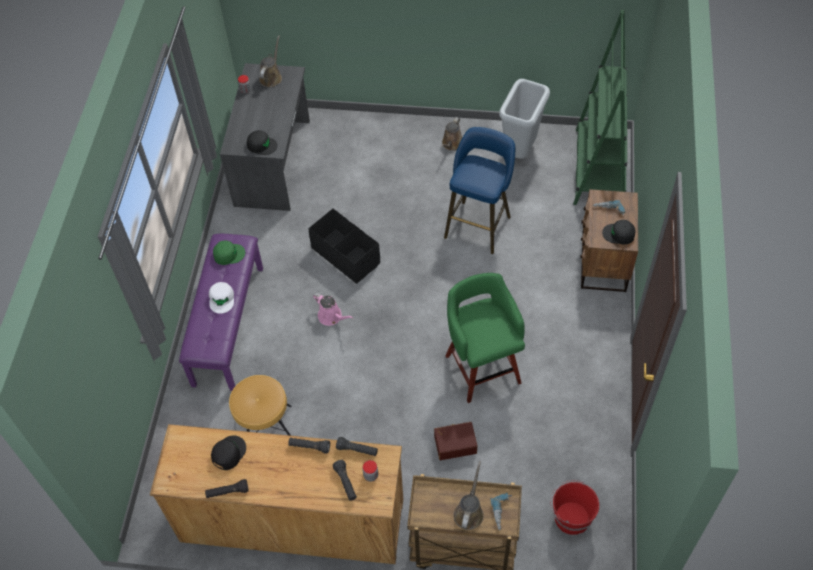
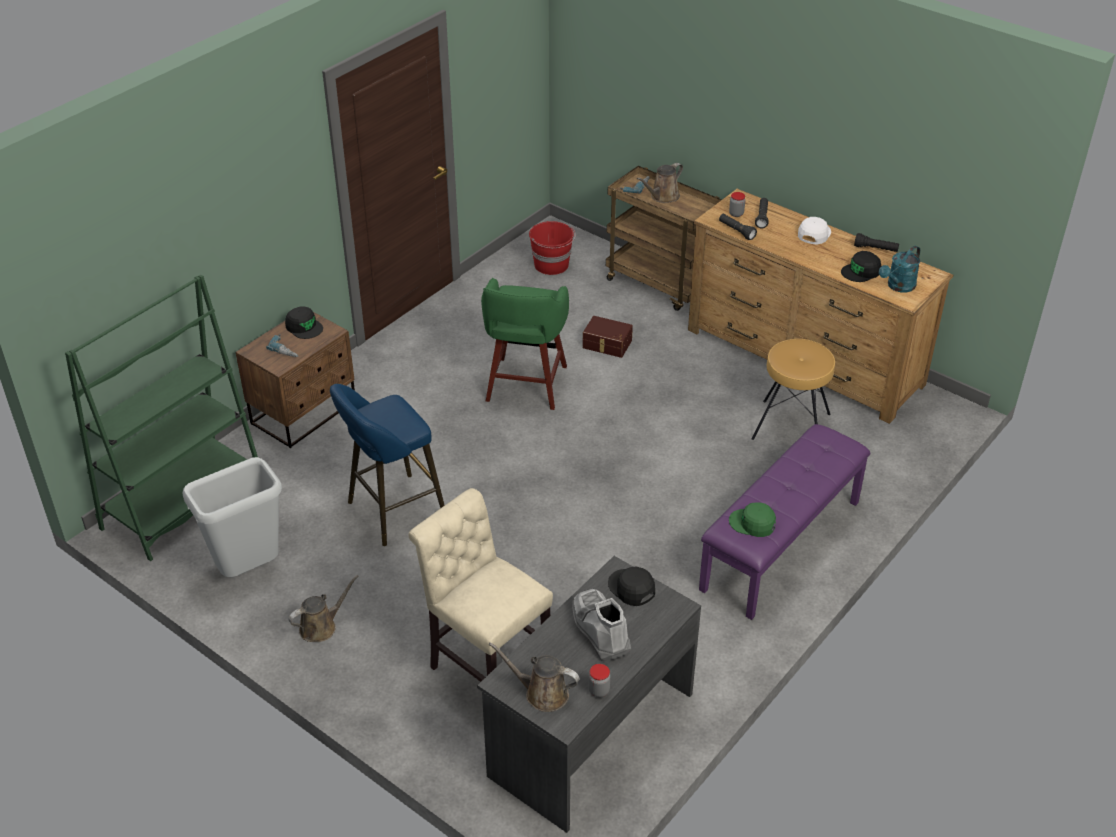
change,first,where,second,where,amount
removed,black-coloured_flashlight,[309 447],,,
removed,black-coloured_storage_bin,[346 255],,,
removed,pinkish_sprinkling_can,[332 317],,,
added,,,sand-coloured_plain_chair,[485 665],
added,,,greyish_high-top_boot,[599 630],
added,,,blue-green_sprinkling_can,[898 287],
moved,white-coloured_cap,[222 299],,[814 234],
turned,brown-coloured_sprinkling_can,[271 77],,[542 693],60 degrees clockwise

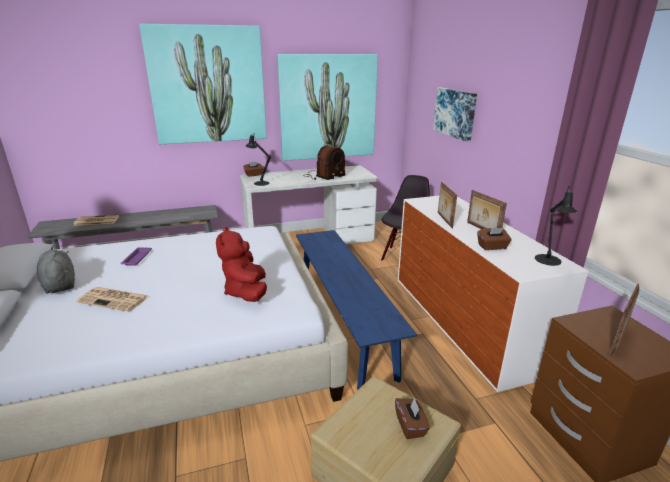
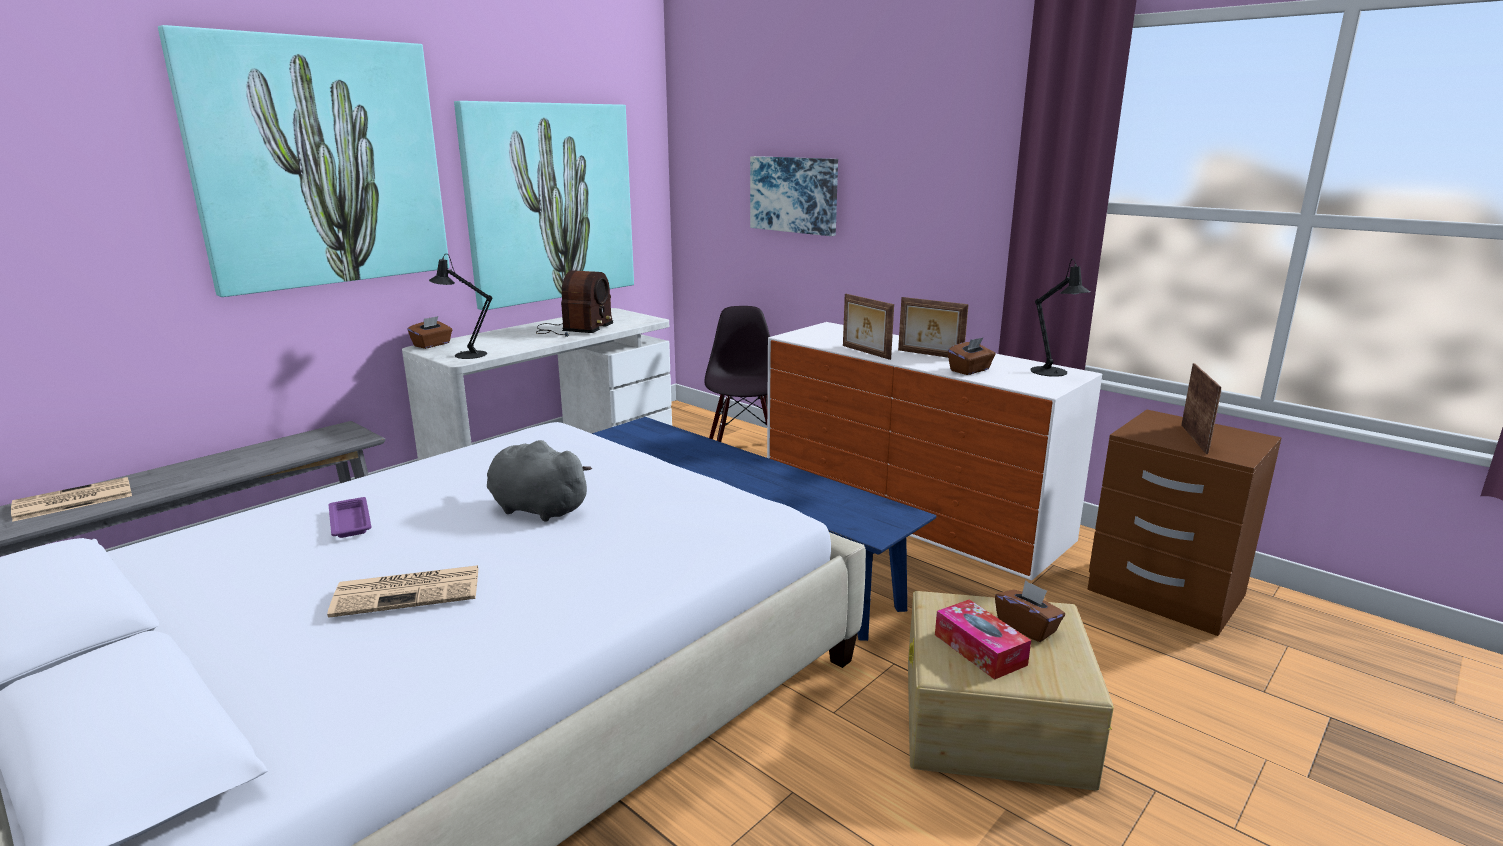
change,first,where,second,where,amount
removed,reddish_soft_toy,[246 292],,,
added,,,tissue_holder,[980 649],
moved,greyish_soft_toy,[59 284],,[535 508],

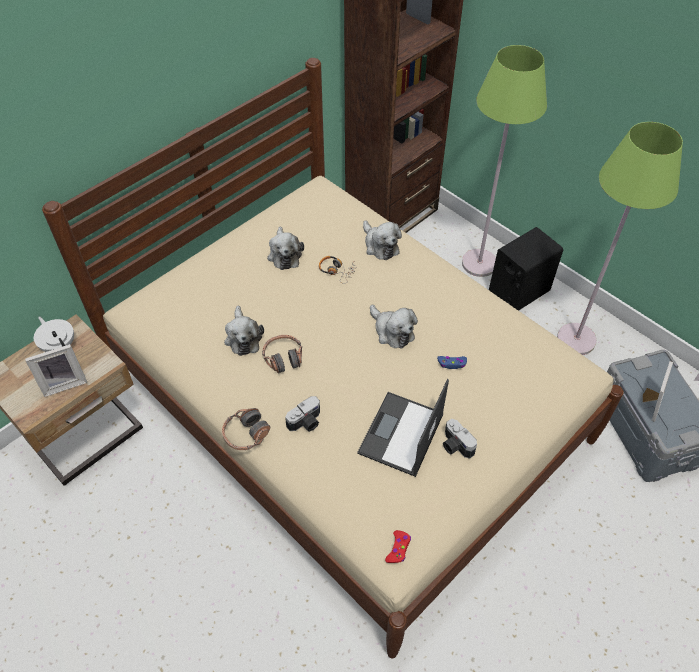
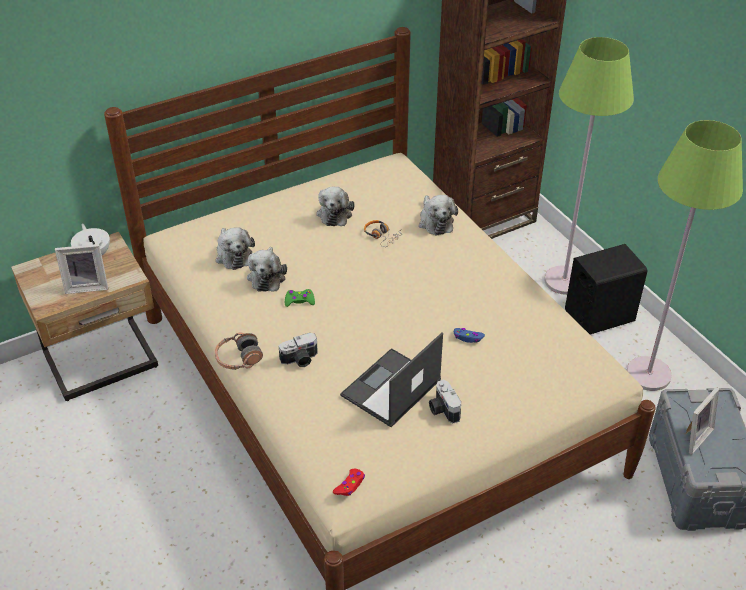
change,first,where,second,where,amount
moved,soft_toy,[392 331],,[233 255],
replaced,pair_of_headphones,[283 358],green_joypad,[299 301],

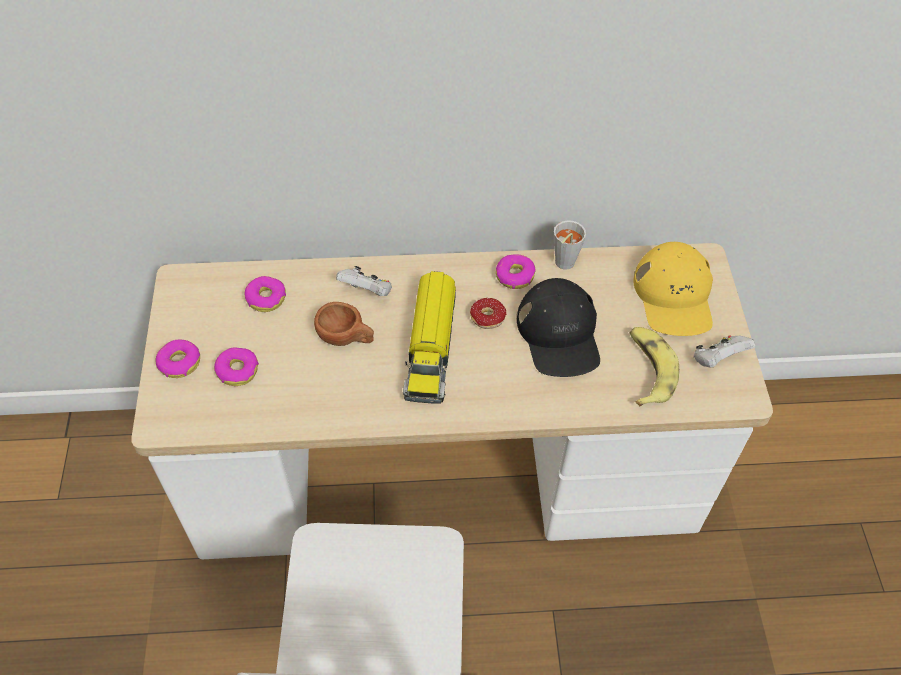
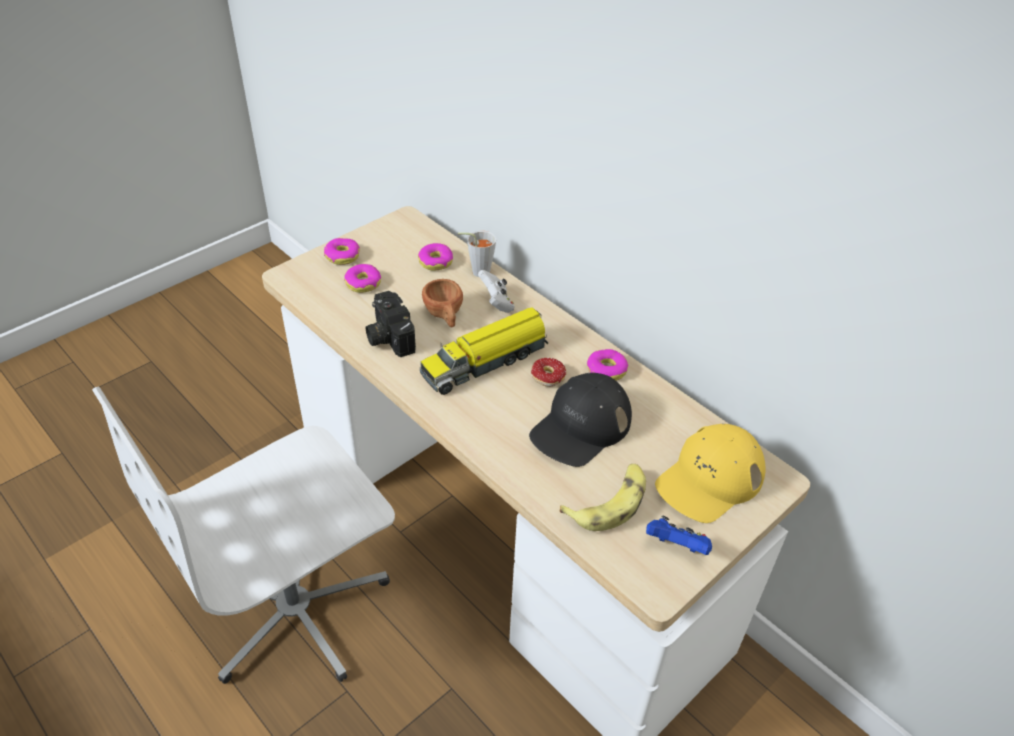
change,first,where,second,where,amount
added,,,still_camera,[387 336],
moved,greyish_small_cup,[562 265],,[476 271],
recoloured,white-coloured_joypad,[717 360],blue_joypad,[676 547],

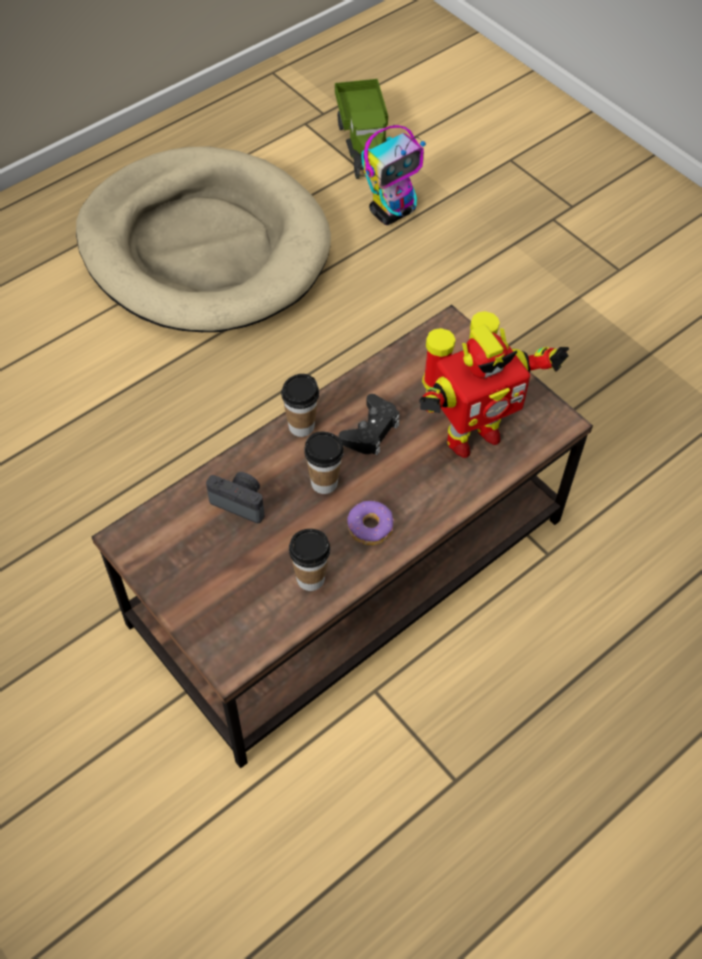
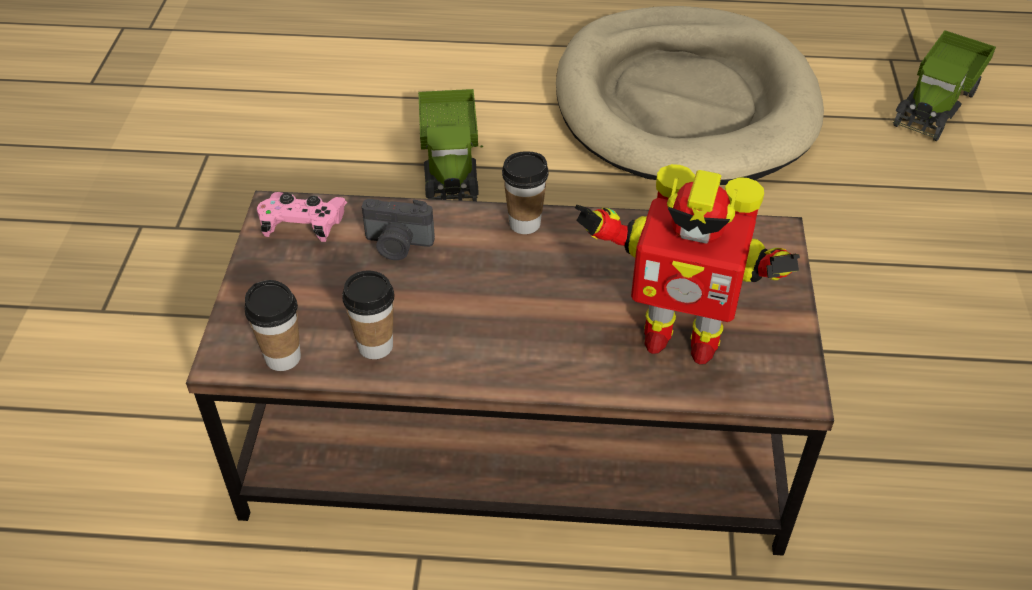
change,first,where,second,where,amount
removed,black-coloured_joypad,[371 431],,,
removed,donut,[370 528],,,
removed,model_robot,[392 212],,,
added,,,pinkish_joypad,[303 226],
added,,,toy_lorry,[451 166],
moved,small_cup,[324 483],,[283 357],
turned,still_camera,[241 502],,[397 245],120 degrees clockwise

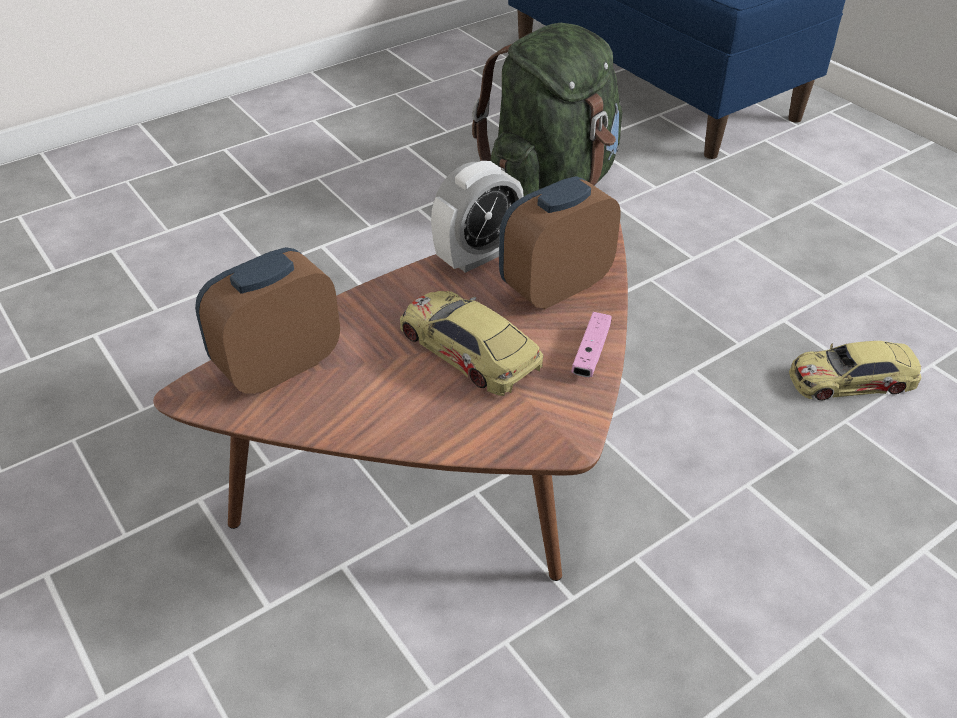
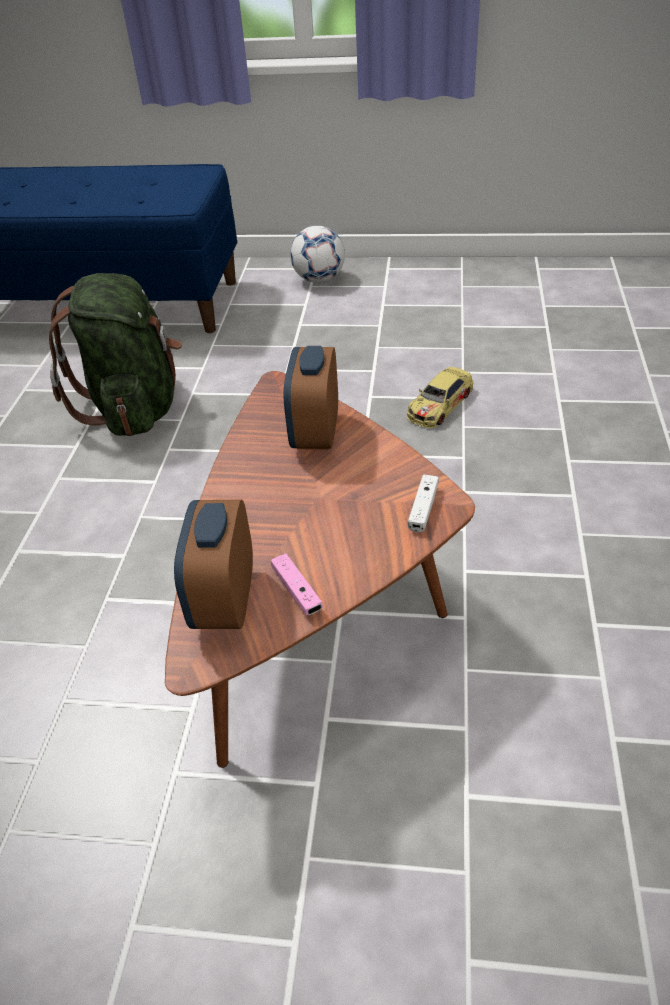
change,first,where,second,where,amount
removed,toy_car,[468 349],,,
removed,bedside_clock,[477 256],,,
added,,,ball_for_football,[319 279],
added,,,white-coloured_joypad,[423 508],
moved,pinkish_joypad,[591 353],,[297 591],

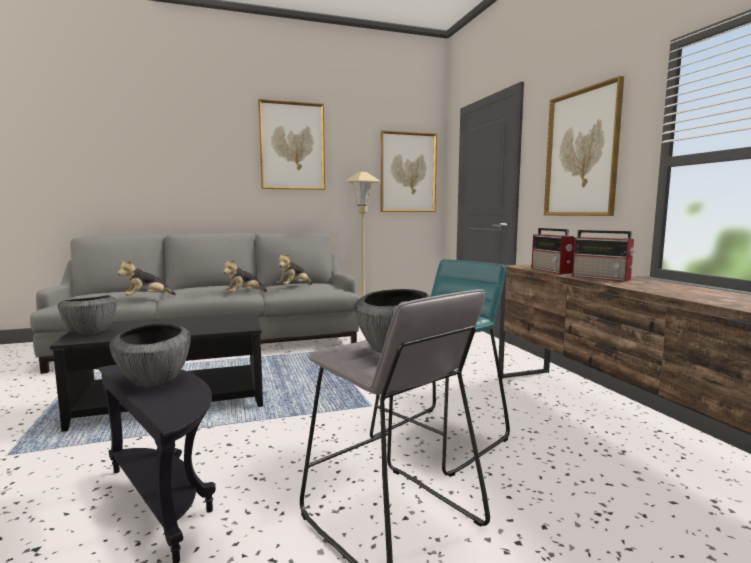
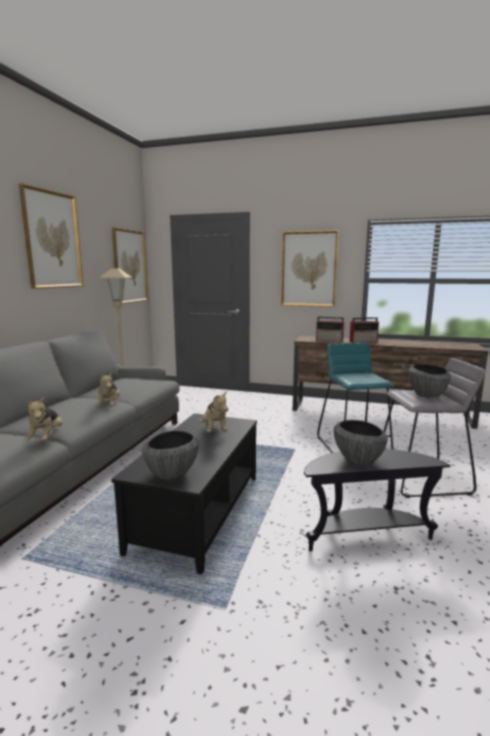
change,first,where,second,where,amount
moved,soft_toy,[294 287],,[214 430],

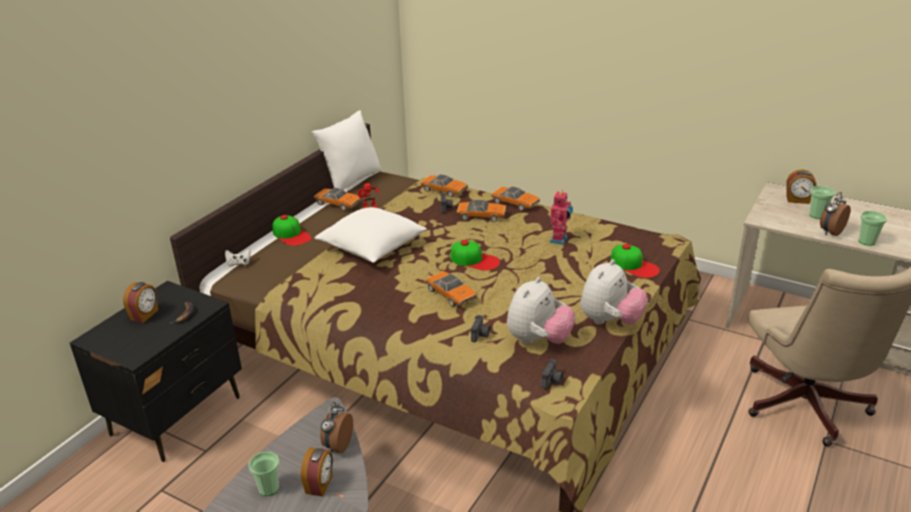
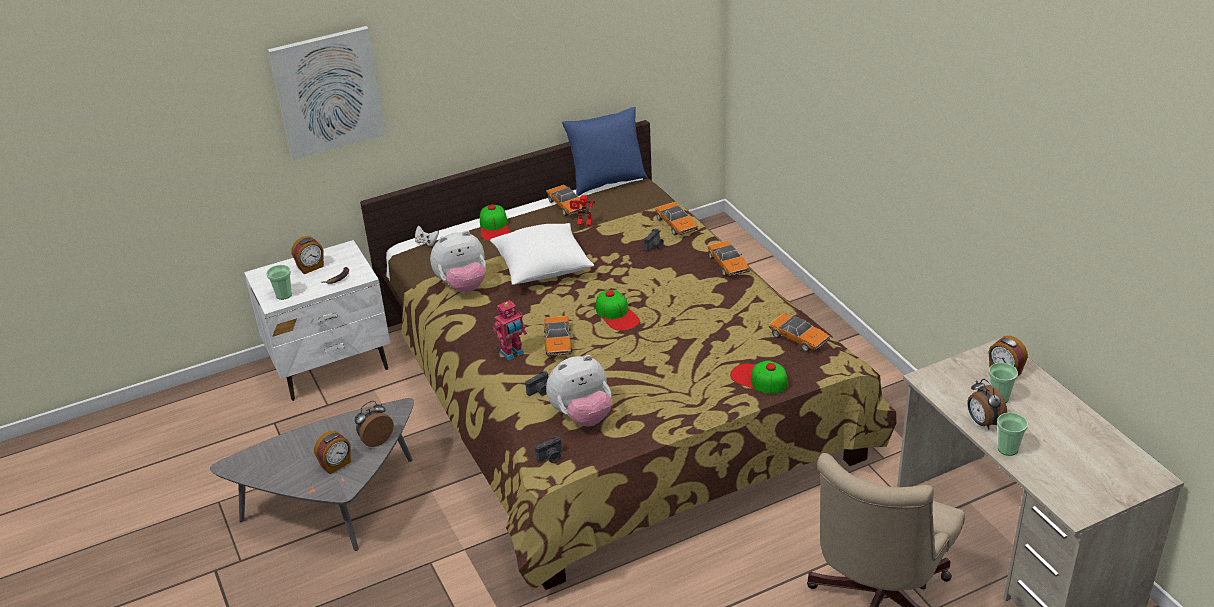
change,first,where,second,where,amount
added,,,picture,[328 92],
moved,small_cup,[268 488],,[283 295],
moved,toy_car,[481 216],,[798 338],
moved,model_robot,[560 240],,[512 353],
moved,soft_toy,[610 321],,[463 286],
recoloured,black-coloured_night_table,[177 415],white-coloured_night_table,[331 365],
recoloured,white-coloured_throw_pillow,[351 181],blue_throw_pillow,[607 182],
turned,cap,[634 265],,[759 379],135 degrees clockwise
turned,bedside_clock,[830 232],,[982 422],105 degrees counterclockwise

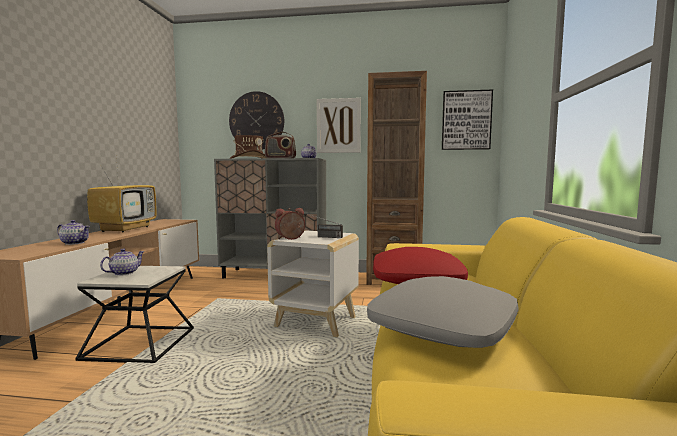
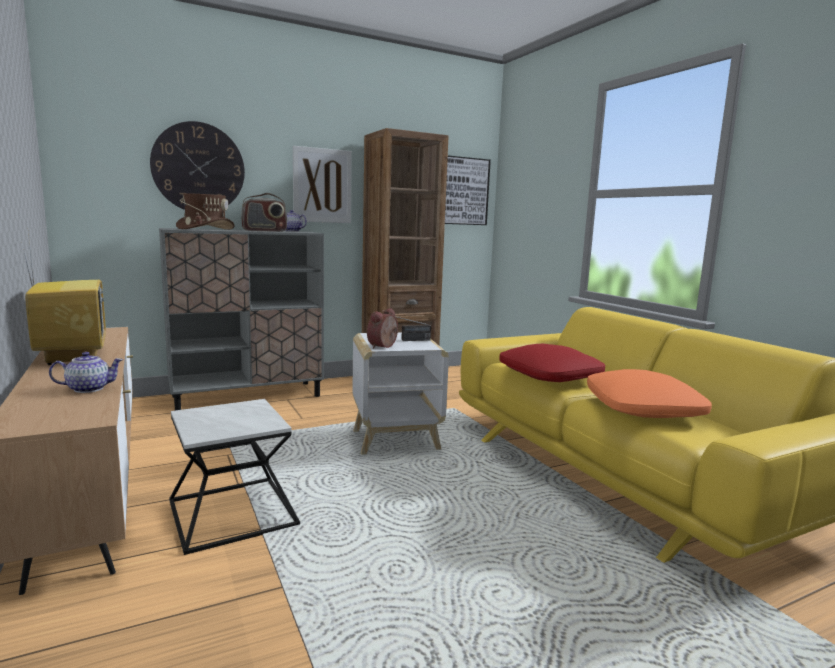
change,first,where,second,where,amount
removed,teapot,[124 273],,,
recoloured,greyish_throw_pillow,[443 327],orange_throw_pillow,[643 408],

